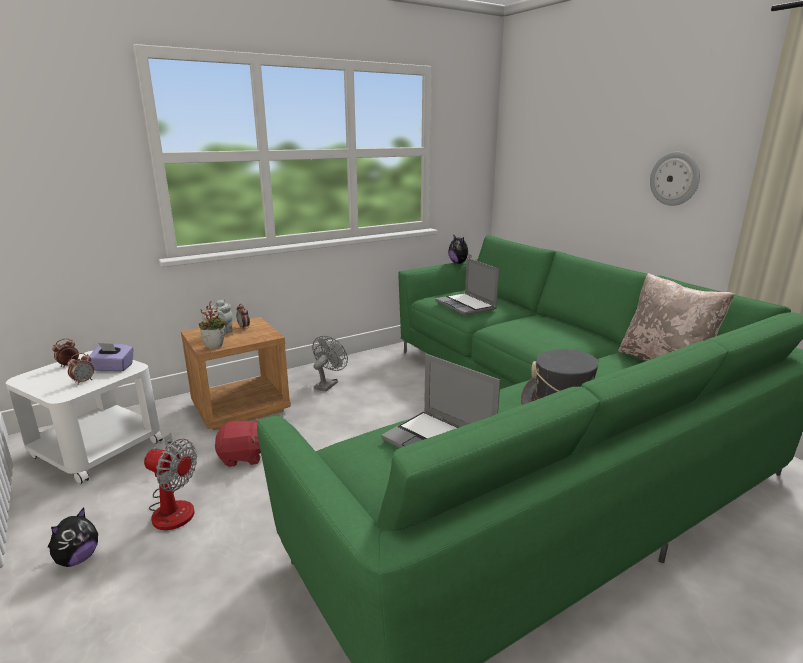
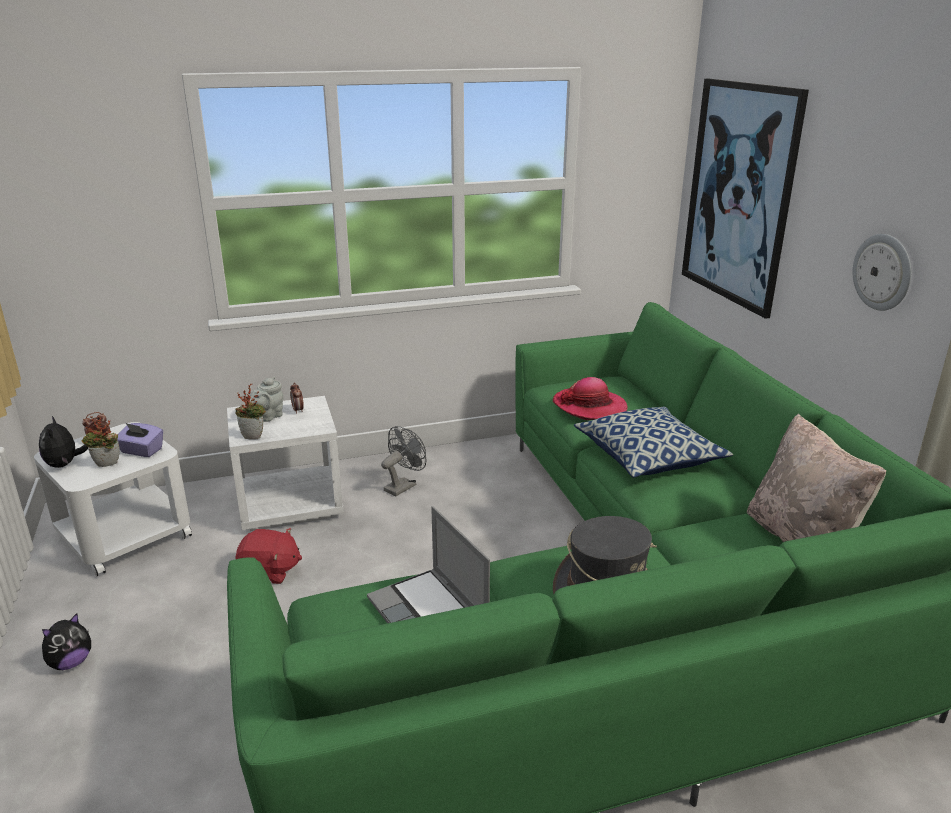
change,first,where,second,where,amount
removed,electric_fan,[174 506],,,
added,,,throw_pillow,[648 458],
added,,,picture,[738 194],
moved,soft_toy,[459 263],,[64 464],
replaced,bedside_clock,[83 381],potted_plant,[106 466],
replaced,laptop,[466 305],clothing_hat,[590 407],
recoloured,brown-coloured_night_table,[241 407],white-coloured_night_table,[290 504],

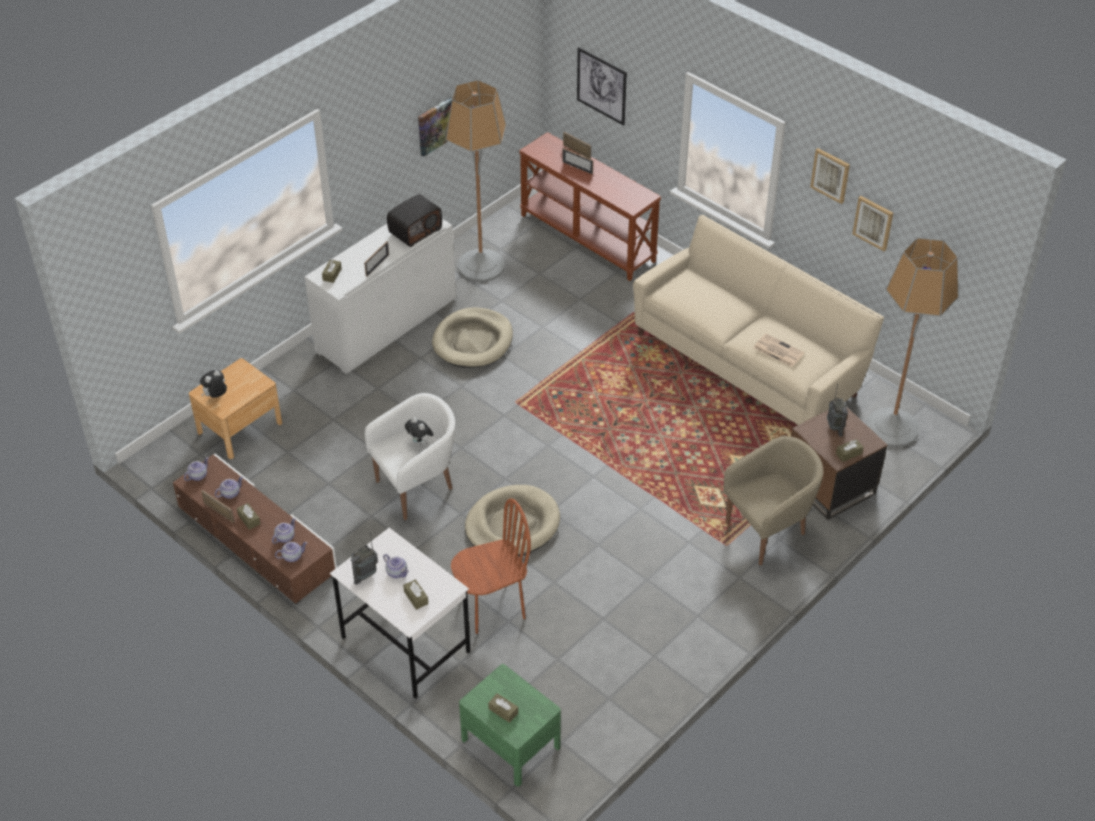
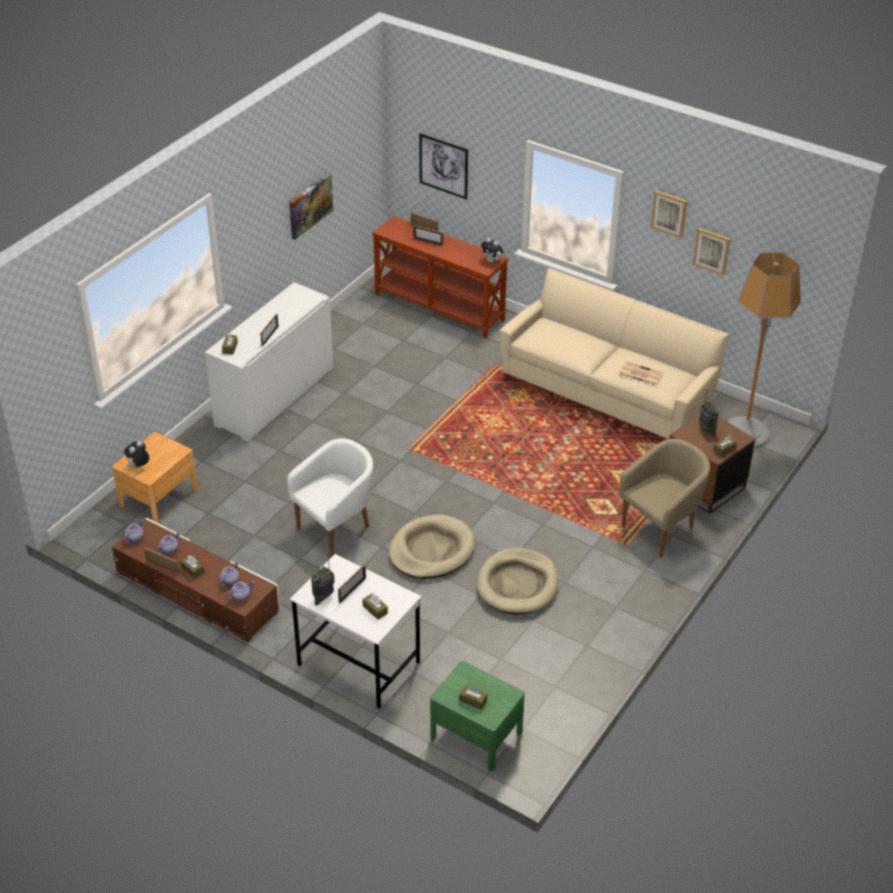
change,first,where,second,where,amount
removed,radio,[415 230],,,
removed,standing_lamp,[481 266],,,
removed,brown-coloured_plain_chair,[492 607],,,
moved,soft_toy,[420 443],,[492 261],
moved,sand-coloured_dog_cushion,[473 341],,[518 584],
replaced,teapot,[397 572],standing_frame,[352 590],

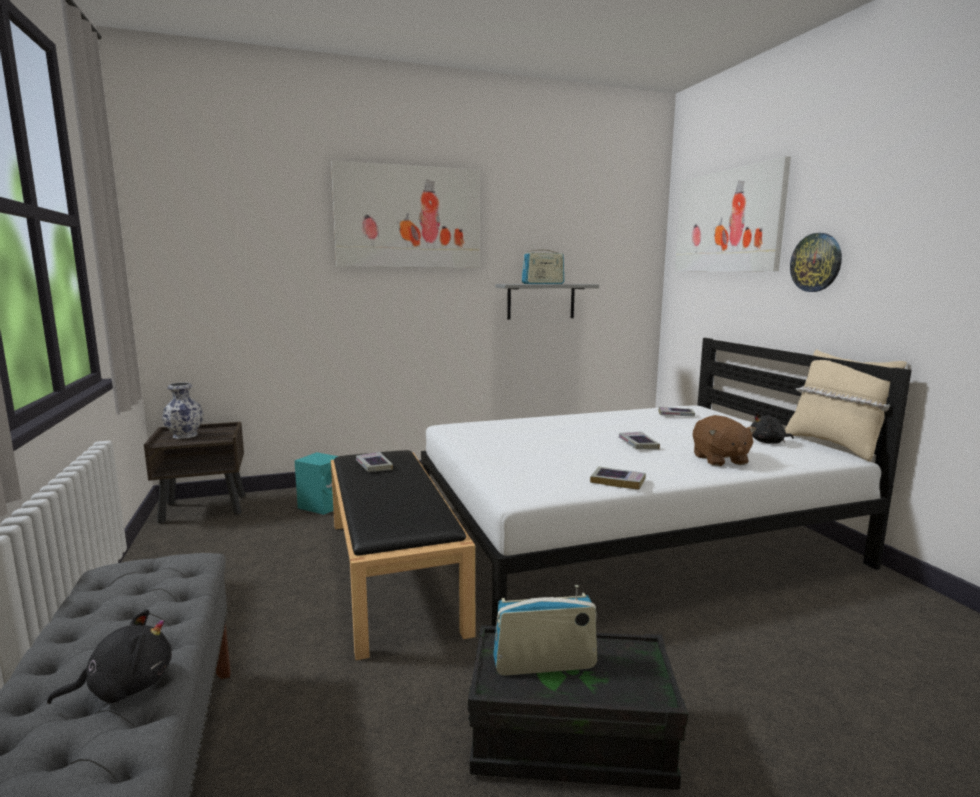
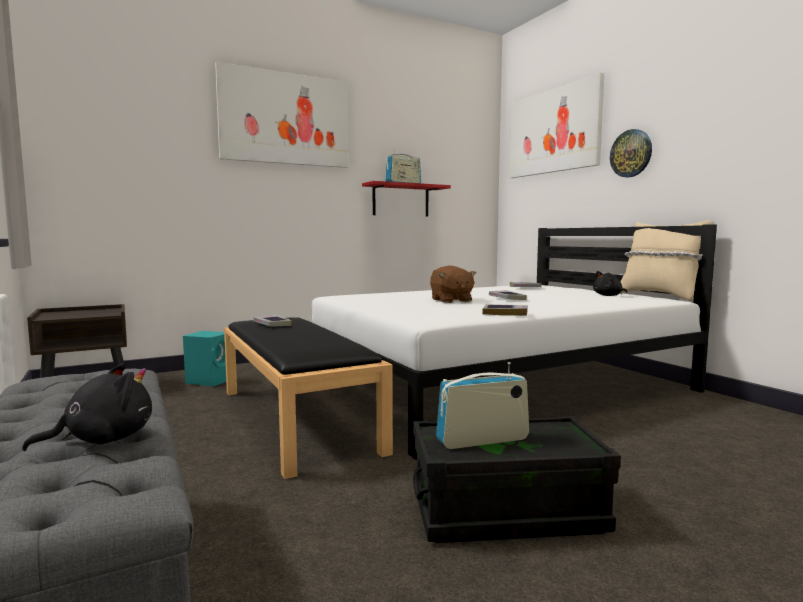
change,first,where,second,where,amount
removed,flower_vase,[184 435],,,
moved,brown-coloured_soft_toy,[719 460],,[451 300],
recoloured,greyish_shelf,[541 301],reddish_shelf,[401 200],

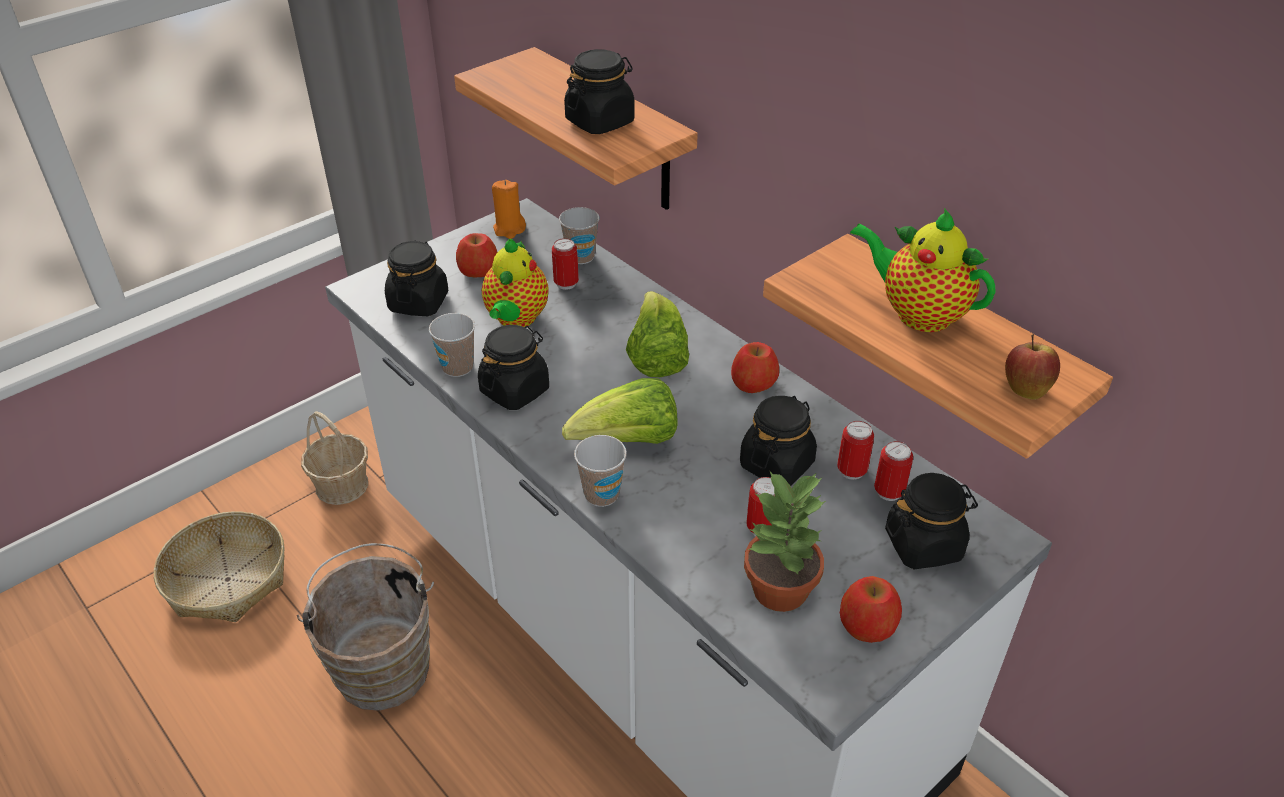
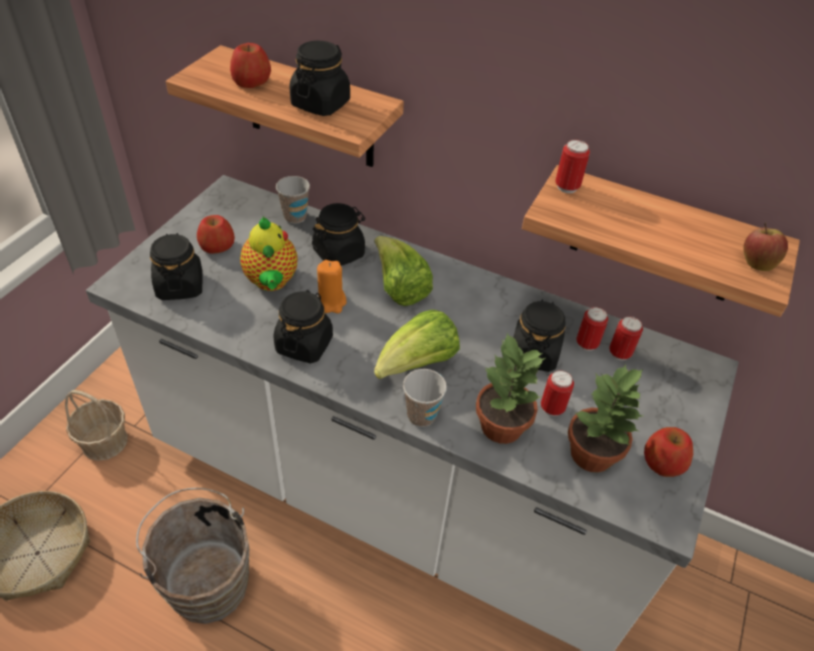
change,first,where,second,where,amount
removed,small_cup,[457 367],,,
removed,teapot,[917 313],,,
added,,,potted_plant,[500 425],
moved,orange_candle,[509 229],,[331 302],
moved,can,[566 283],,[567 187],
moved,whole_apple,[753 383],,[251 82],
moved,black-coloured_preserve_jar,[923 544],,[339 253],

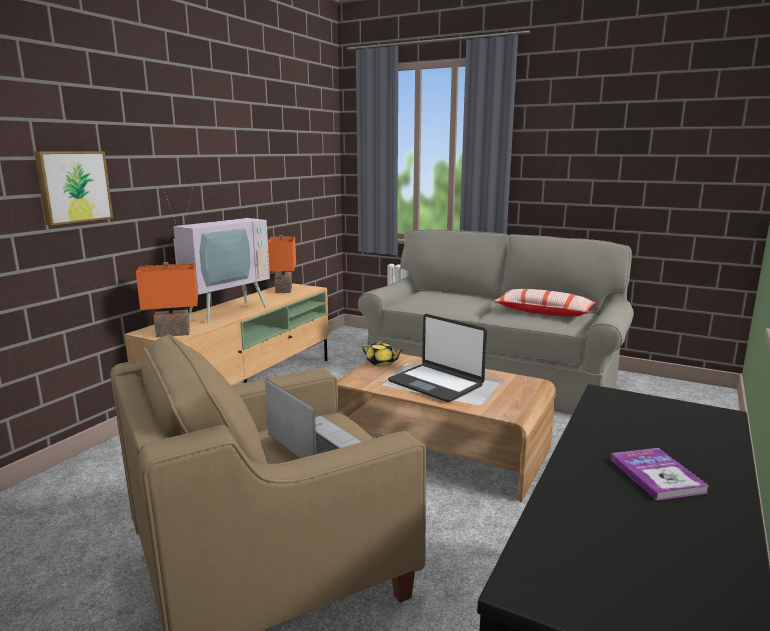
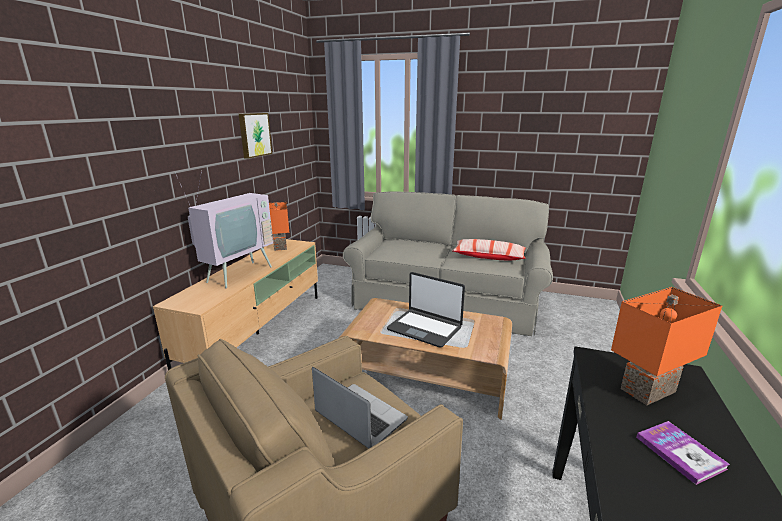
change,first,where,second,where,amount
removed,yellow-coloured_teapot,[381 363],,,
moved,picture,[73 186],,[254 135],
moved,orange_lamp_for_a_table,[172 334],,[649 392],

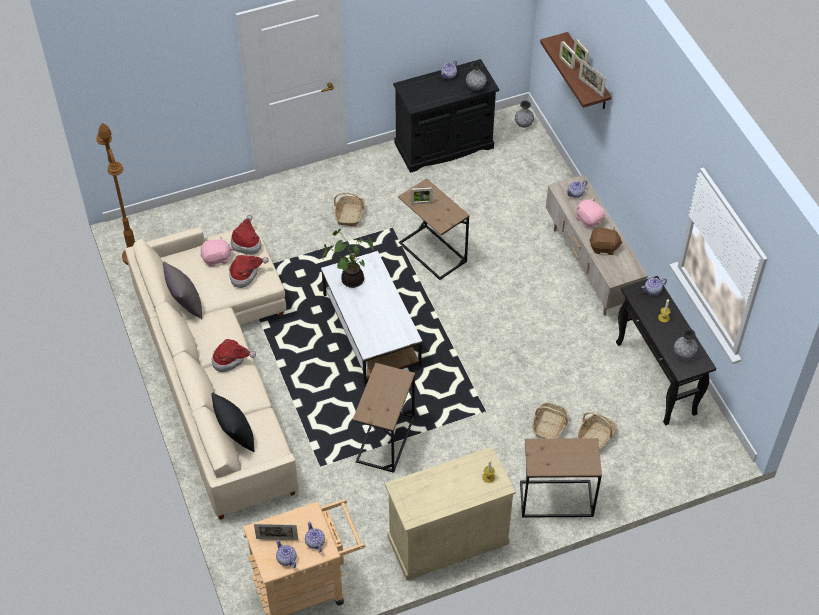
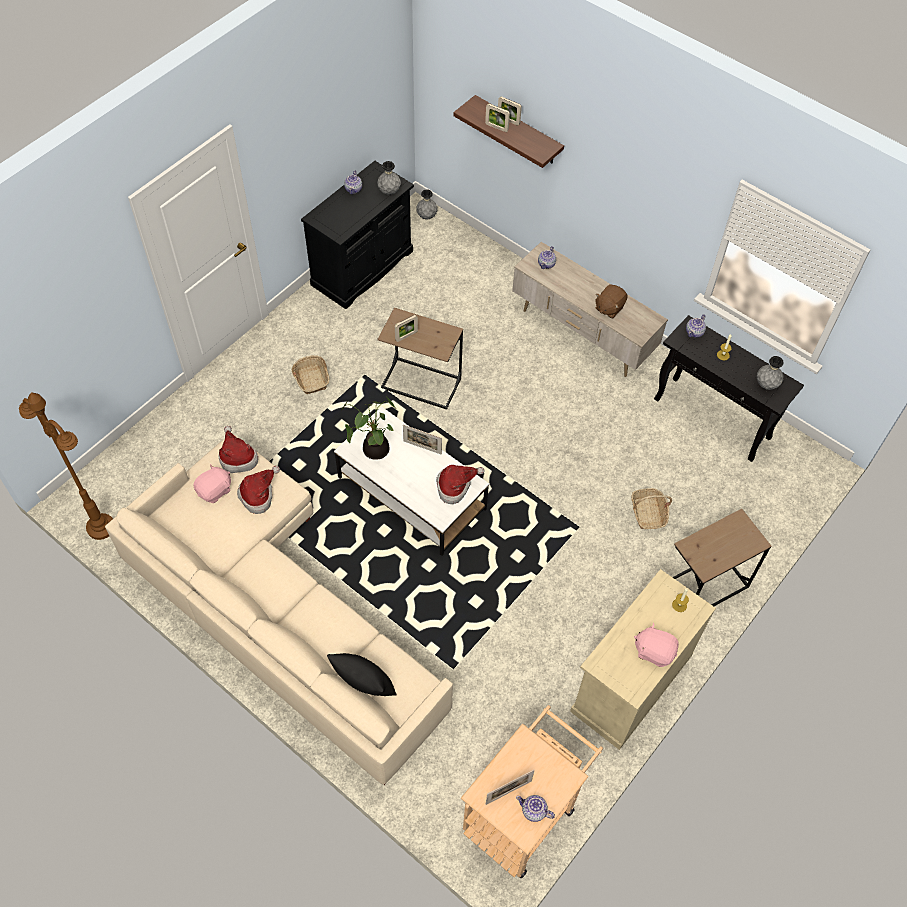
change,first,where,second,where,amount
removed,greyish_throw_pillow,[185 305],,,
removed,teapot,[315 542],,,
removed,brown-coloured_end_table,[385 439],,,
removed,storage_basket,[596 436],,,
moved,clothing_hat,[230 360],,[455 486],
moved,pinkish_soft_toy,[589 219],,[654 651],
moved,standing_frame,[590 87],,[422 447],
turned,brown-coloured_soft_toy,[604 247],,[609 308],150 degrees clockwise

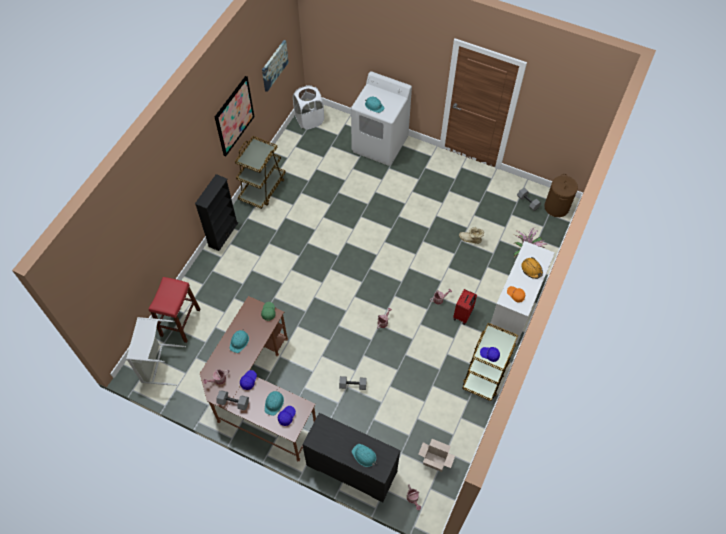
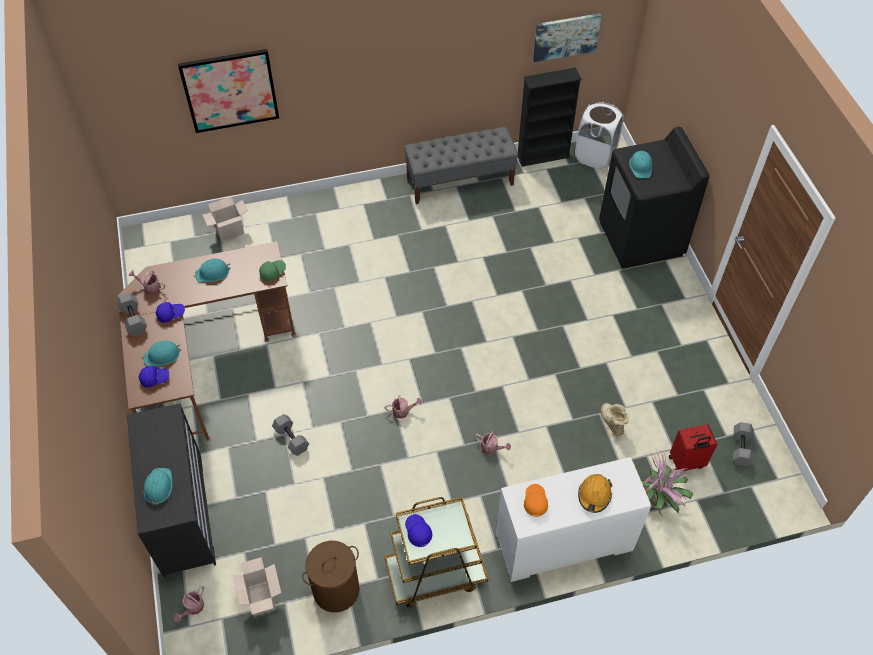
change,first,where,second,where,amount
removed,greyish_washing_basket,[158 363],,,
moved,black-coloured_bookshelf,[223 234],,[543 156],
moved,picture,[234 116],,[230 90],
moved,reddish_suitcase,[463 315],,[686 463],
moved,brown-coloured_washing_basket,[556 207],,[336 589],
replaced,reddish_stool,[180 322],cardboard_box,[229 232],
replaced,brown-coloured_trolley,[262 189],greyish_bench,[460 181],
recoloured,white-coloured_laundry_appliance,[380 144],black-coloured_laundry_appliance,[641 239],

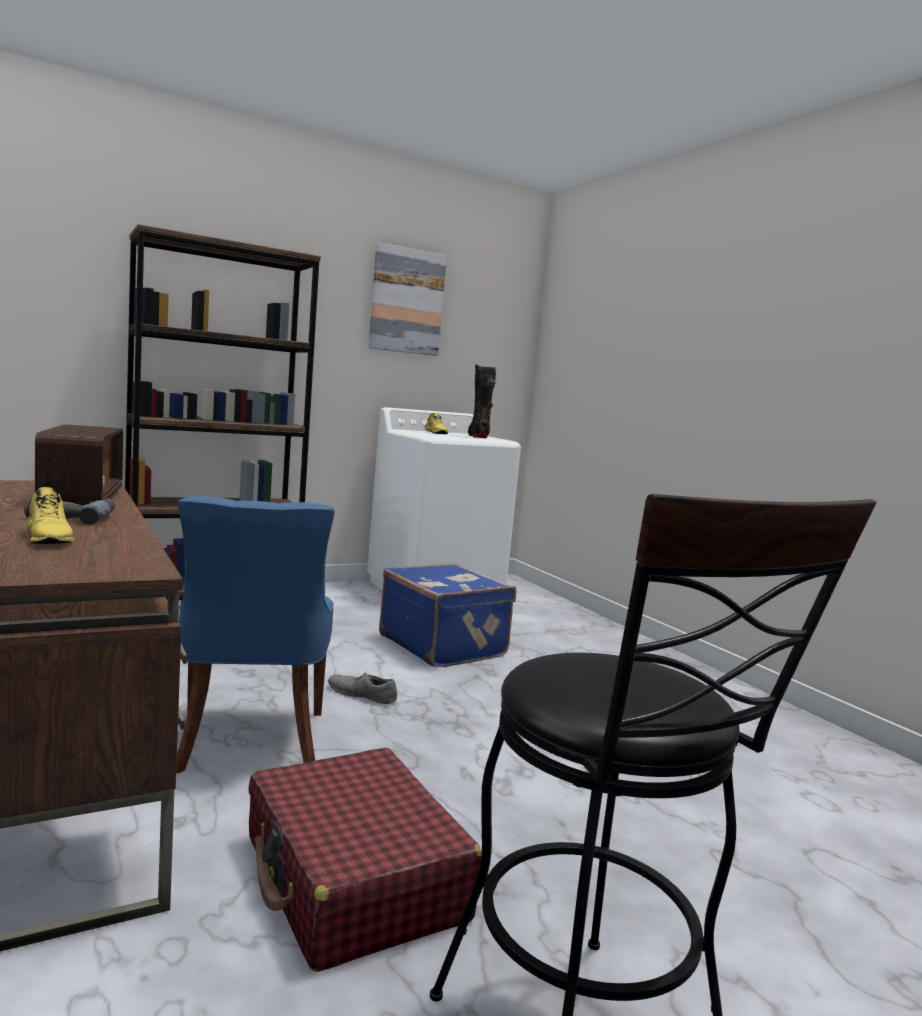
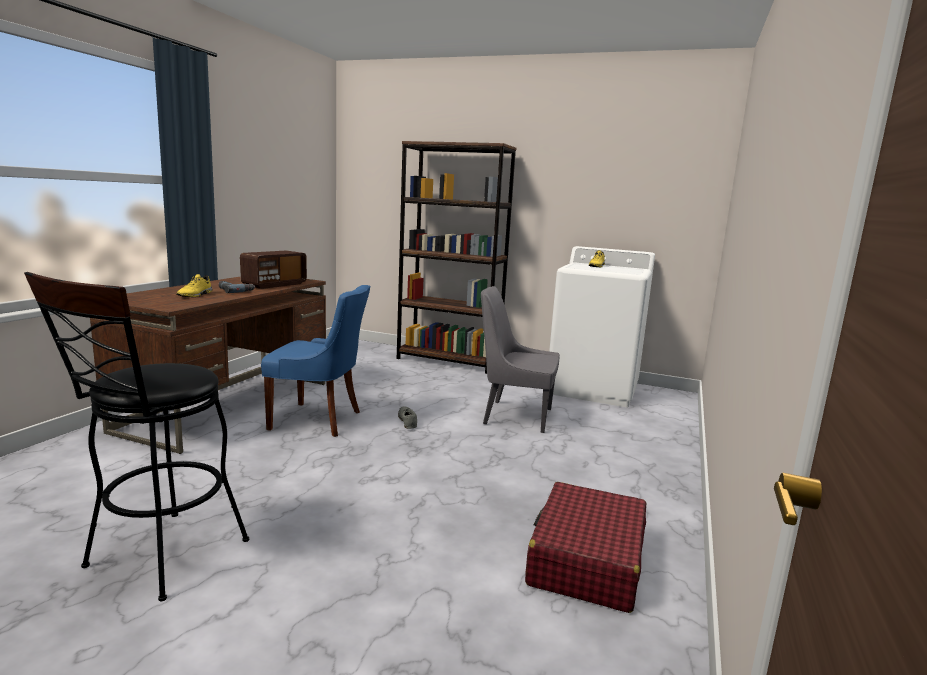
change,first,where,second,where,amount
removed,picture,[406 301],,,
removed,black-coloured_high-top_boot,[478 436],,,
moved,reddish_suitcase,[353 879],,[586 561],
replaced,blue_suitcase,[444 645],greyish_plain_chair,[514 416],
turned,blue_plain_chair,[250 742],,[318 420],120 degrees counterclockwise

